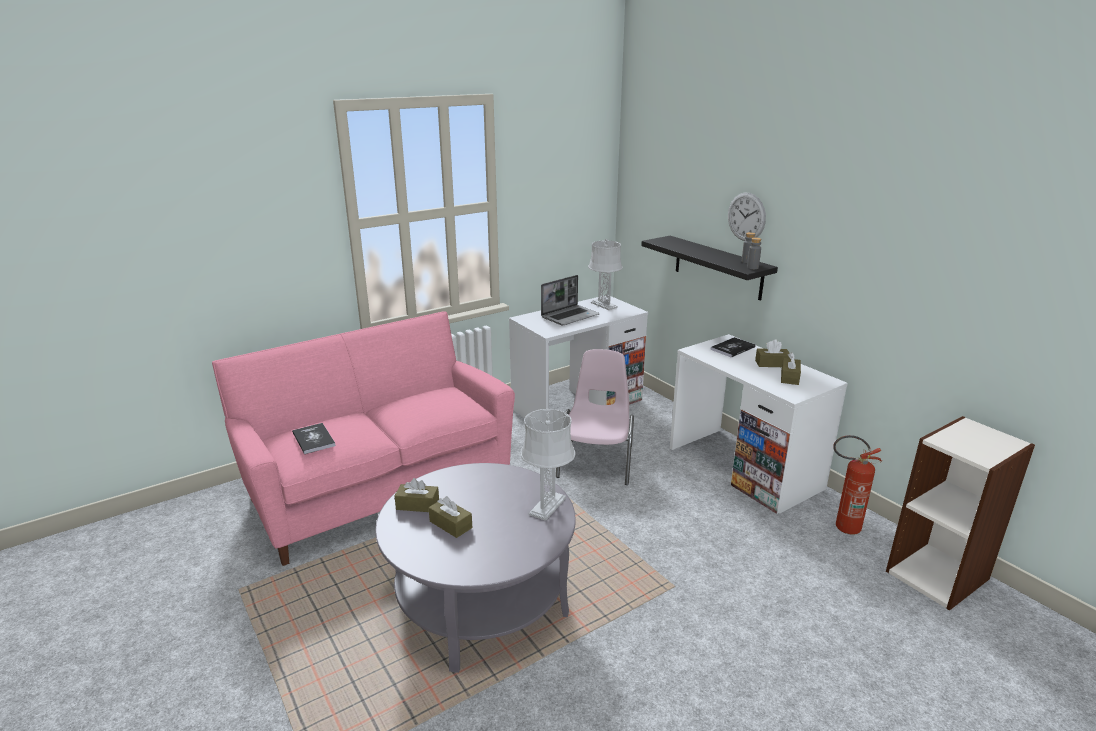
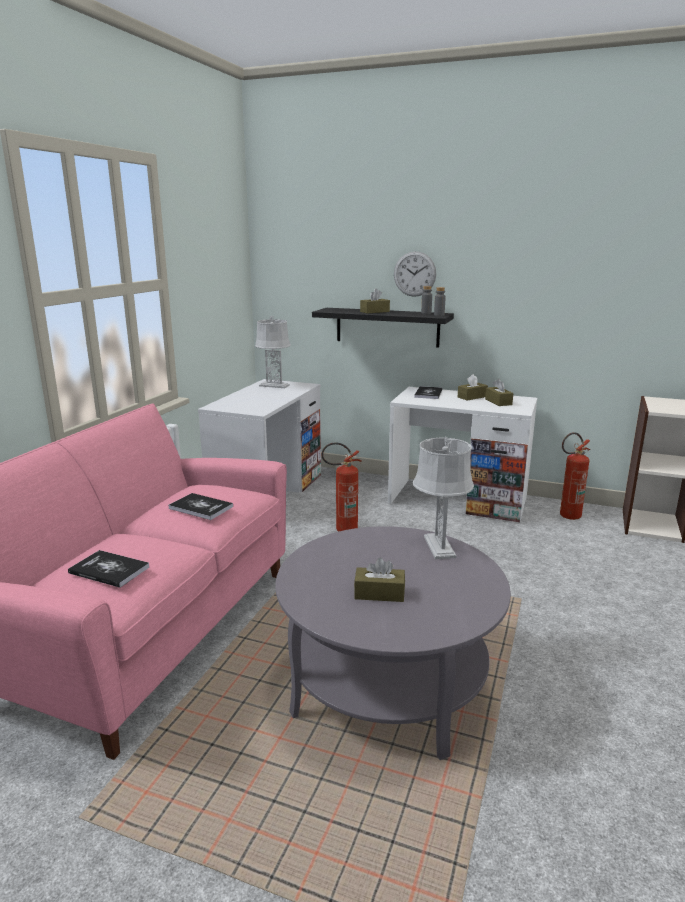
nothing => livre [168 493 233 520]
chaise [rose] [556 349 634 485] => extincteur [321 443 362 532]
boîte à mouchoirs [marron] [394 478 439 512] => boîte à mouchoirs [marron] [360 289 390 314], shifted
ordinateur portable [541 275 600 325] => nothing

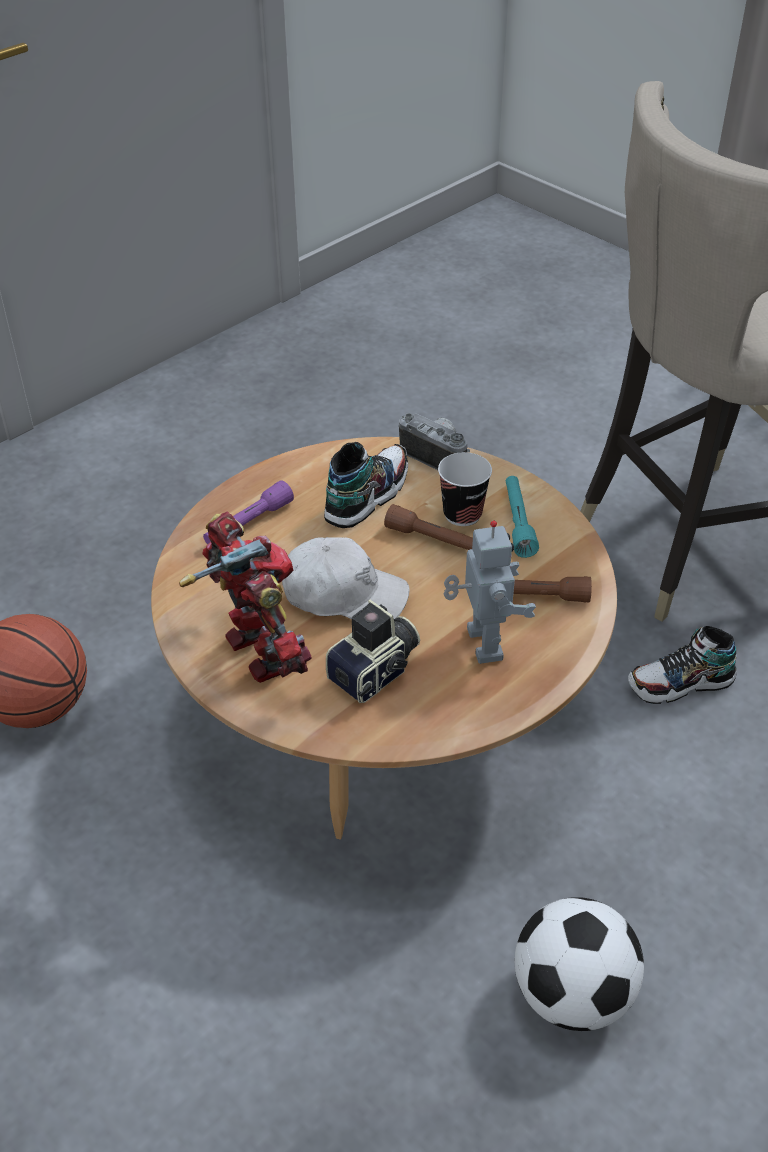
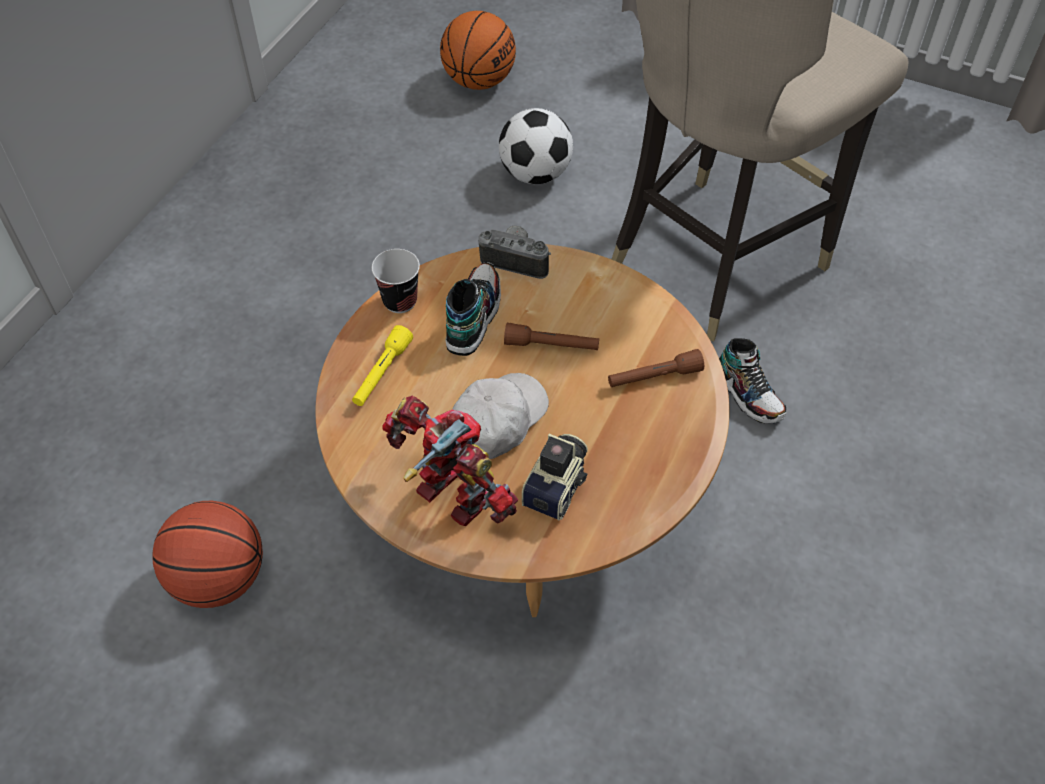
lampe de poche [violet] [203 480 294 544] => lampe de poche [jaune] [352 325 413 406]
tasse [438 452 492 526] => tasse [372 249 420 313], shifted
nothing => ballon de basket [440 11 516 90]
casquette [blanc] [282 537 410 619] => casquette [blanc] [452 373 549 459], 45 degrees counterclockwise
ballon de foot [515 897 644 1031] => ballon de foot [499 108 573 184], shifted
chaussure [628 626 737 704] => chaussure [719 338 787 424], 90 degrees counterclockwise
robot jouet [444 520 536 664] => nothing
lampe de poche [turquoise] [506 476 539 558] => nothing

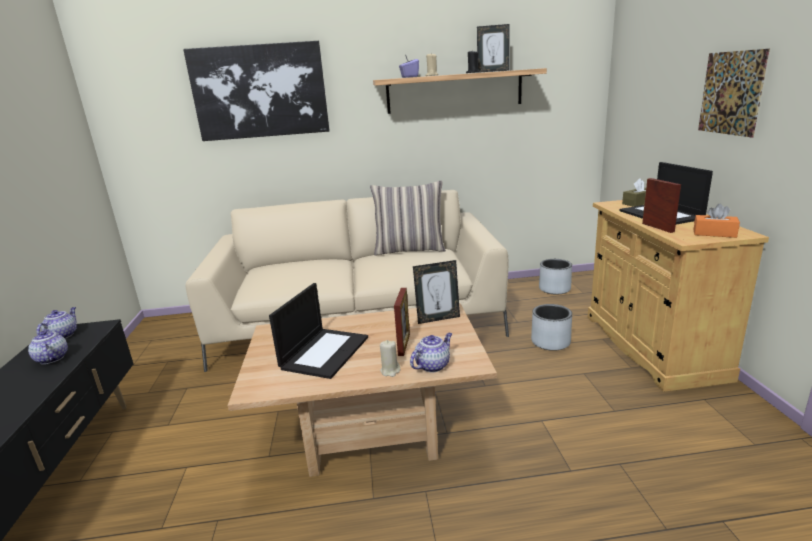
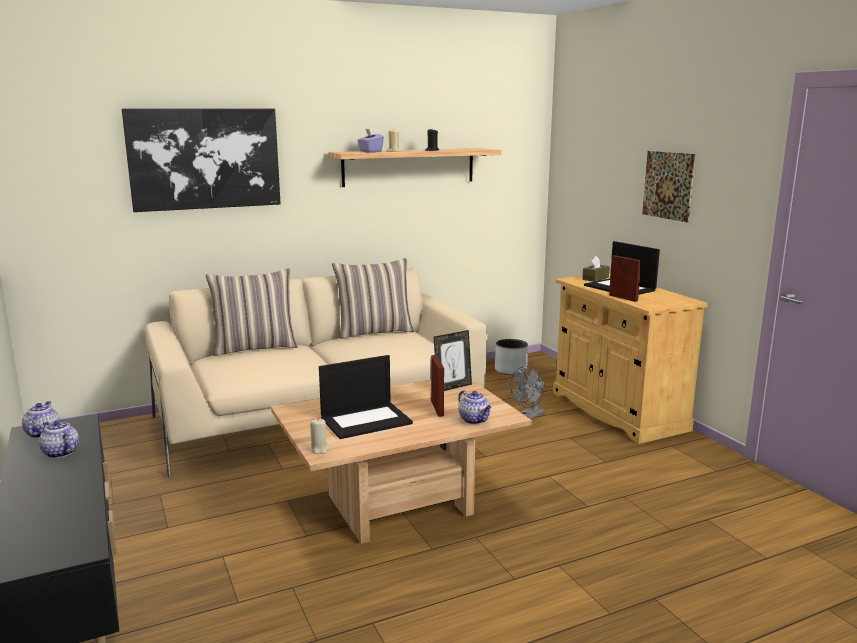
nothing => coussin [206 269 298 356]
bougie [beige] [380 340 400 377] => bougie [beige] [310 419 329 454], shifted
ordinateur portable [269 283 368 379] => ordinateur portable [319 355 413 439], 60 degrees clockwise
théière [410 333 452 373] => théière [459 390 491 424], 120 degrees clockwise
cache-pot [gris] [531 304 572 351] => ventilateur [gris] [510 366 545 419]
cadre photo [477 24 509 73] => nothing
boîte à mouchoirs [orange] [693 204 740 238] => nothing

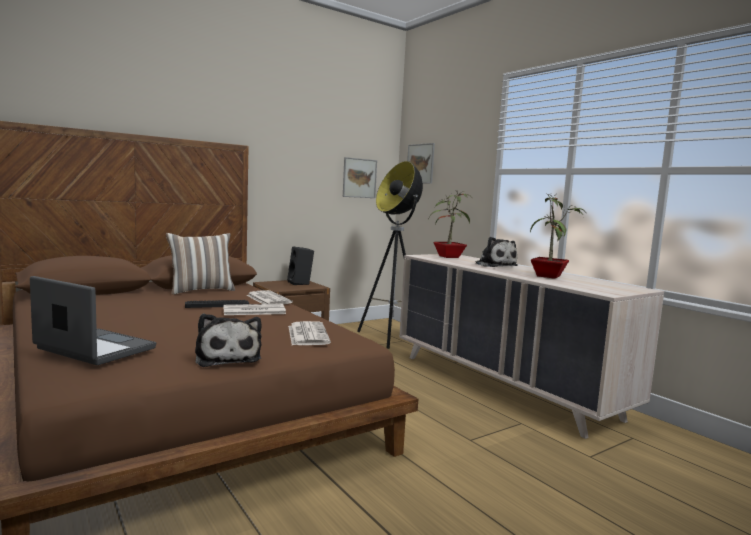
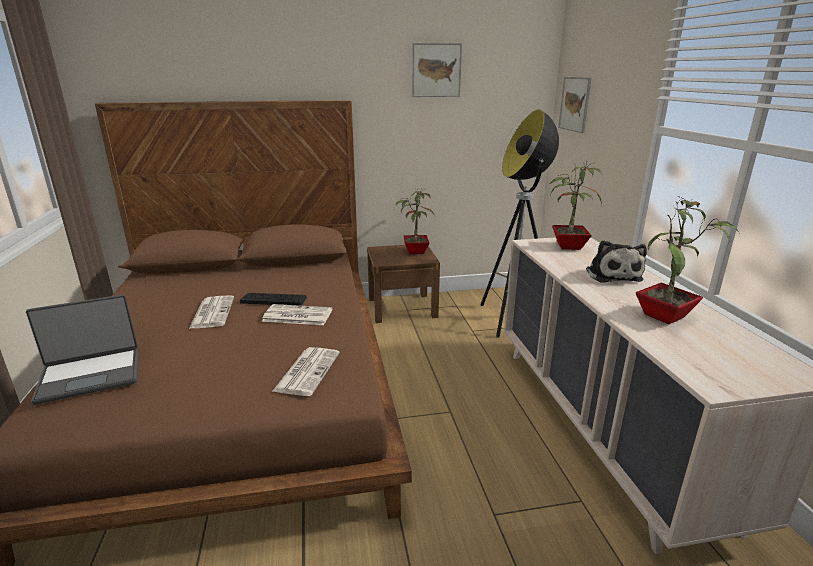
ordinateur portable [30 276 156 365] => ordinateur portable [26 295 139 405], 105 degrees clockwise
journal [246 290 293 304] => journal [189 295 234 329], shifted
enceinte [noir] [287 246 314 285] => plante en pot [395 188 435 254]
tableau [343 157 377 198] => tableau [412 43 462 97], shifted
coussin [166 233 235 295] => nothing
peluche [195 313 262 367] => nothing

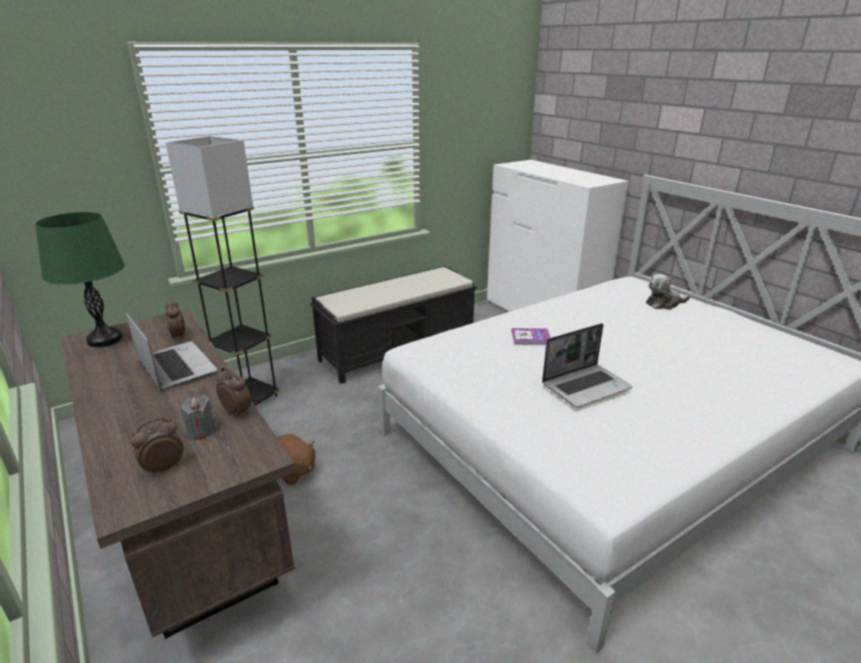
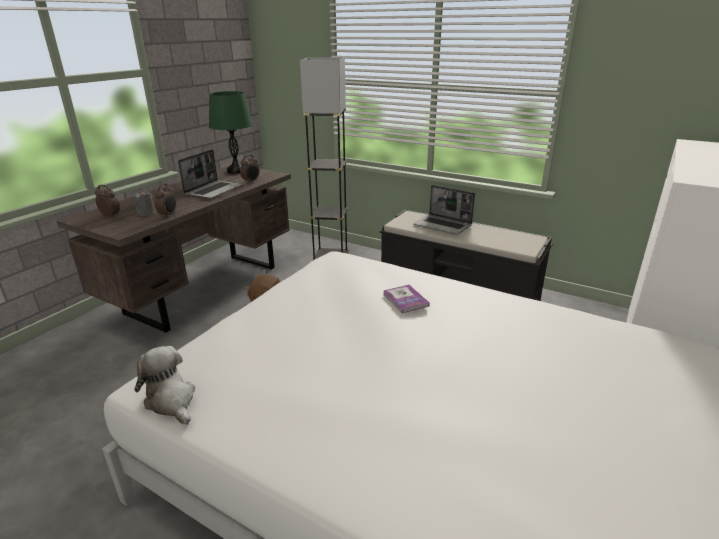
peluche [646 274 690 310] => peluche [134 346 195 424], shifted
ordinateur portable [542 323 633 407] => ordinateur portable [414 185 475 235], shifted

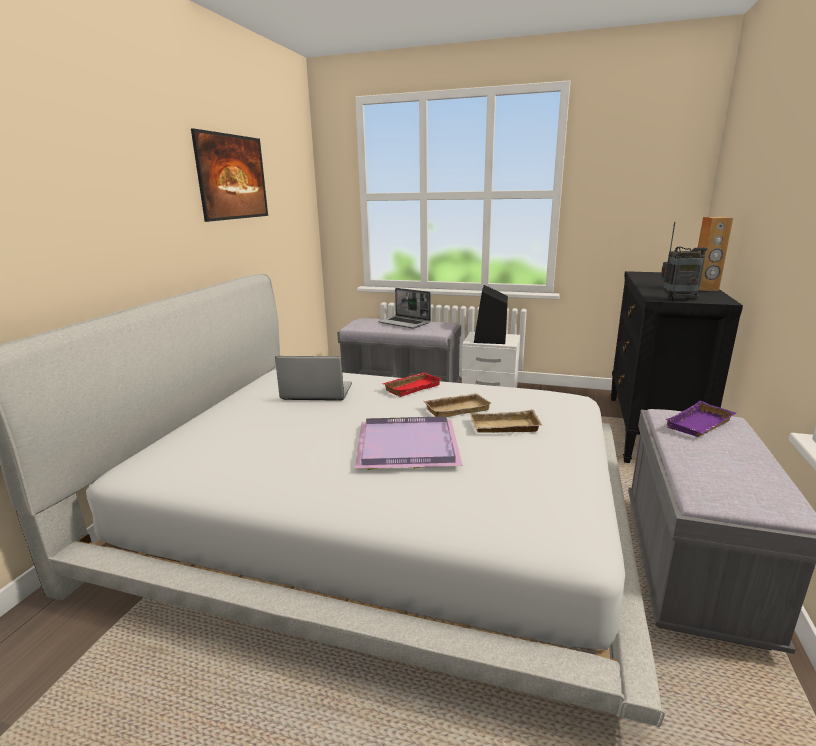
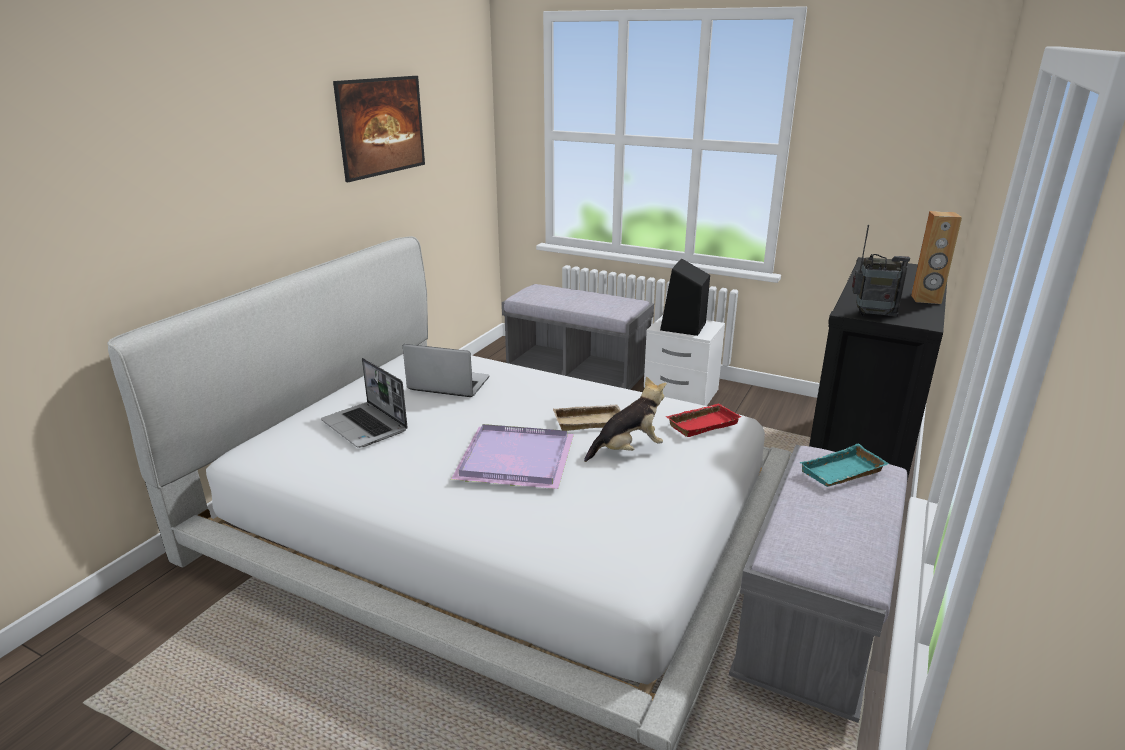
ordinateur portable [378 288 431 329] => ordinateur portable [321 358 408 448], shifted
plateau [beige] [470 410 542 433] => peluche [584 376 667 462]
plateau [rouge] [382 372 442 397] => plateau [rouge] [665 404 741 437], shifted
plateau [violet] [665 401 736 437] => plateau [turquoise] [799 444 889 487]

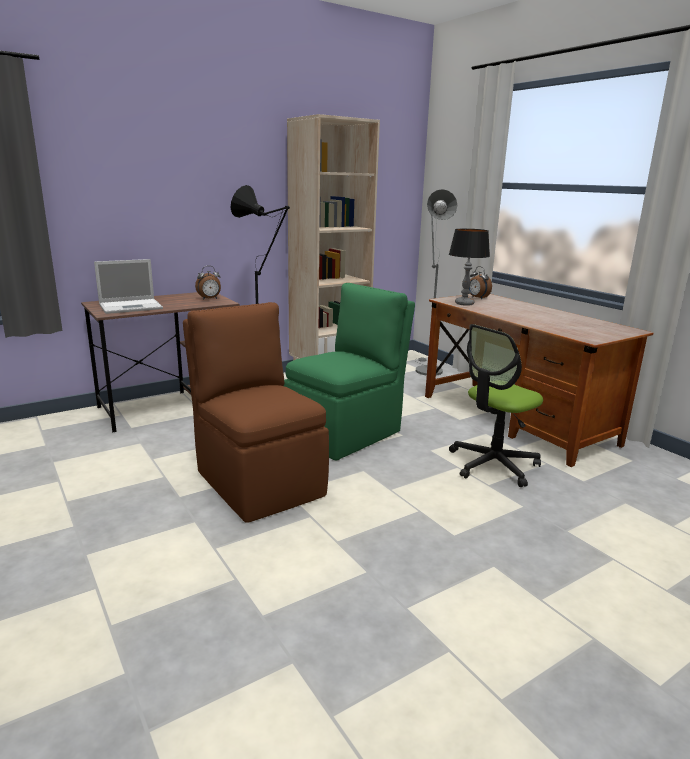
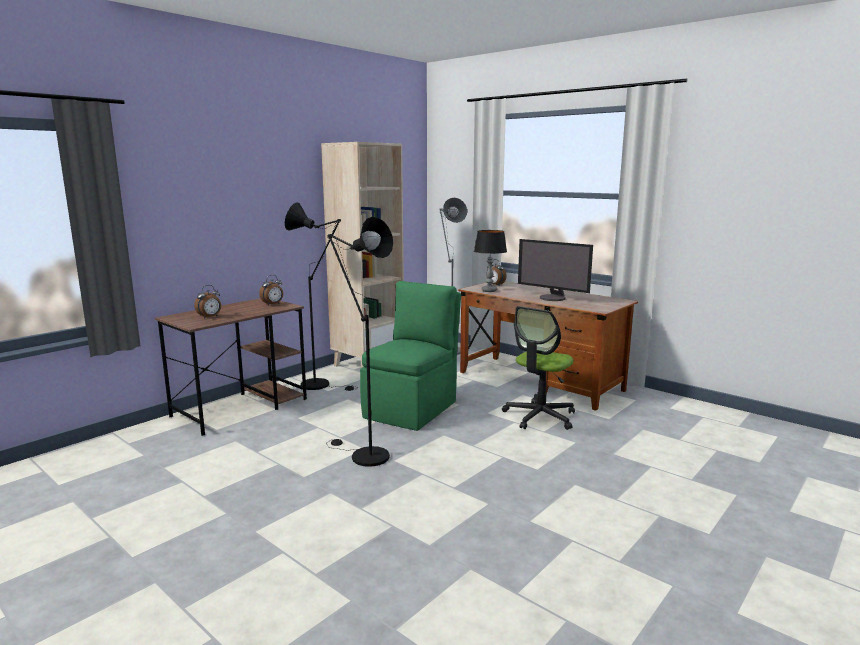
ordinateur portable [94 259 163 314] => réveil [194 285 221 319]
chaise [marron] [183 302 329 523] => lampadaire [noir] [327 217 393 467]
nothing => écran d'ordinateur [518 239 593 301]

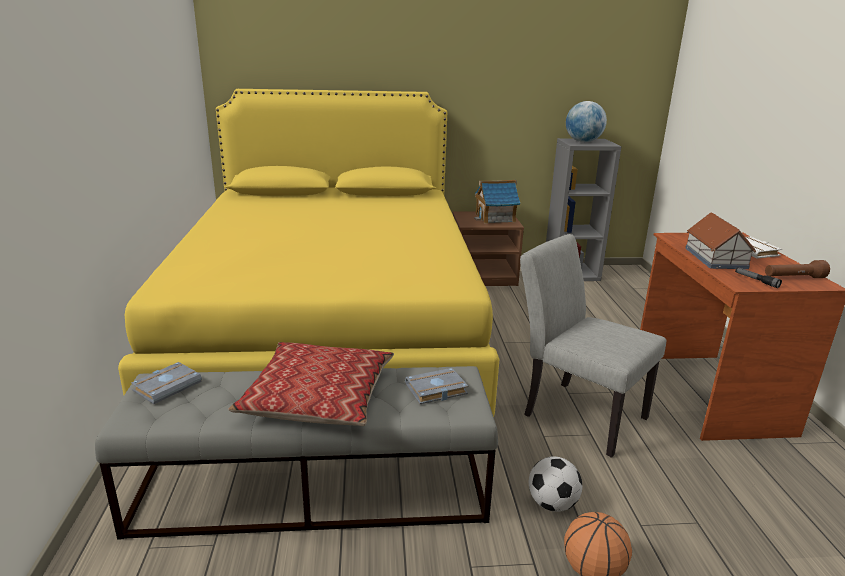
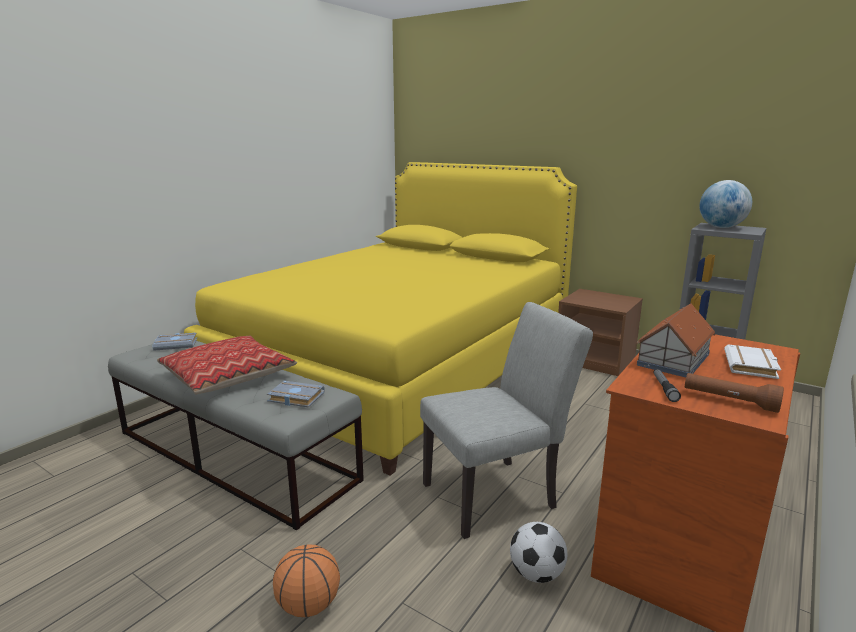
chaise [gris] [520 234 666 458] => chaise [gris] [420 302 593 539], 75 degrees clockwise
ballon de foot [529 456 582 512] => ballon de foot [510 522 567 583], shifted
maison miniature [474 180 520 224] => nothing

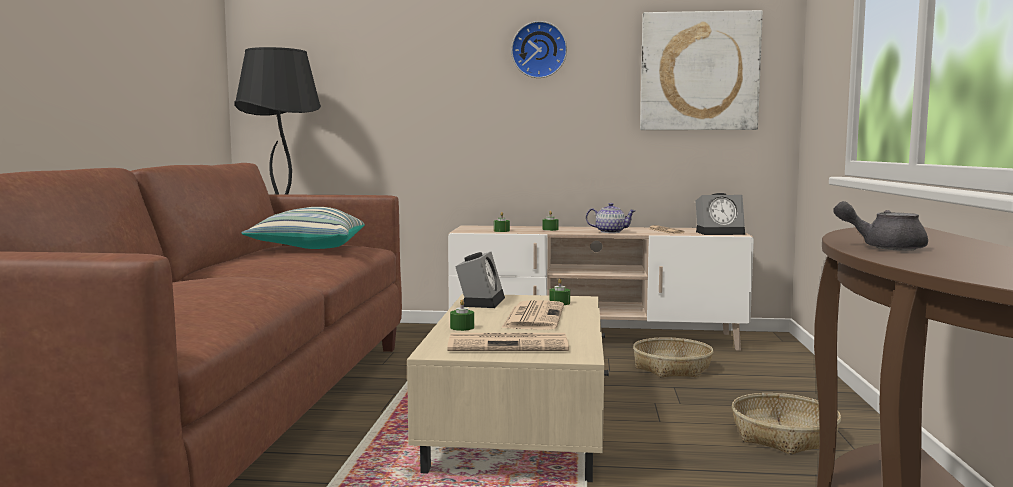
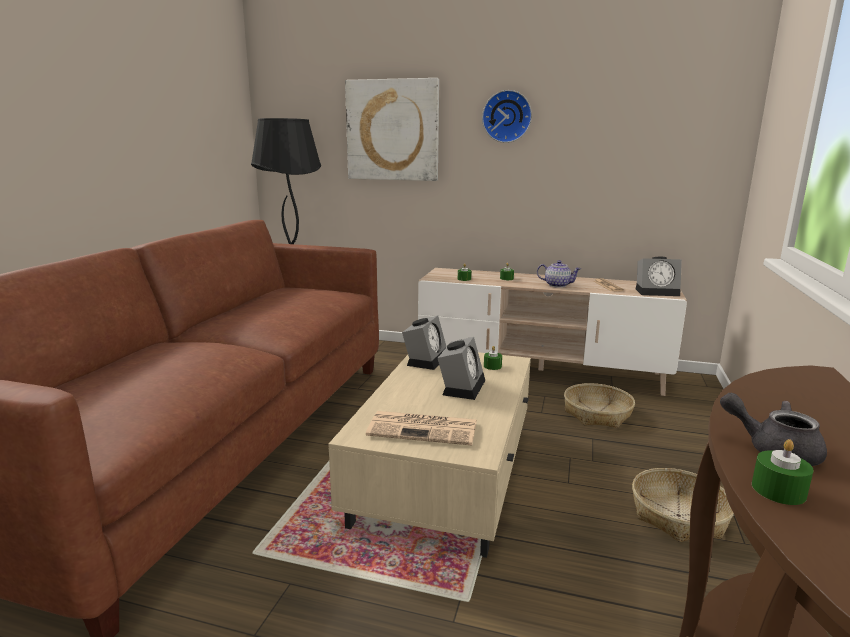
tableau [640 10 763 130] => tableau [345 78 439 181], shifted
journal [501 300 564 330] => réveil [438 337 485 400]
bougie [vert] [450 299 474 331] => bougie [vert] [752 439 814 505], shifted
coussin [241 207 365 249] => nothing

